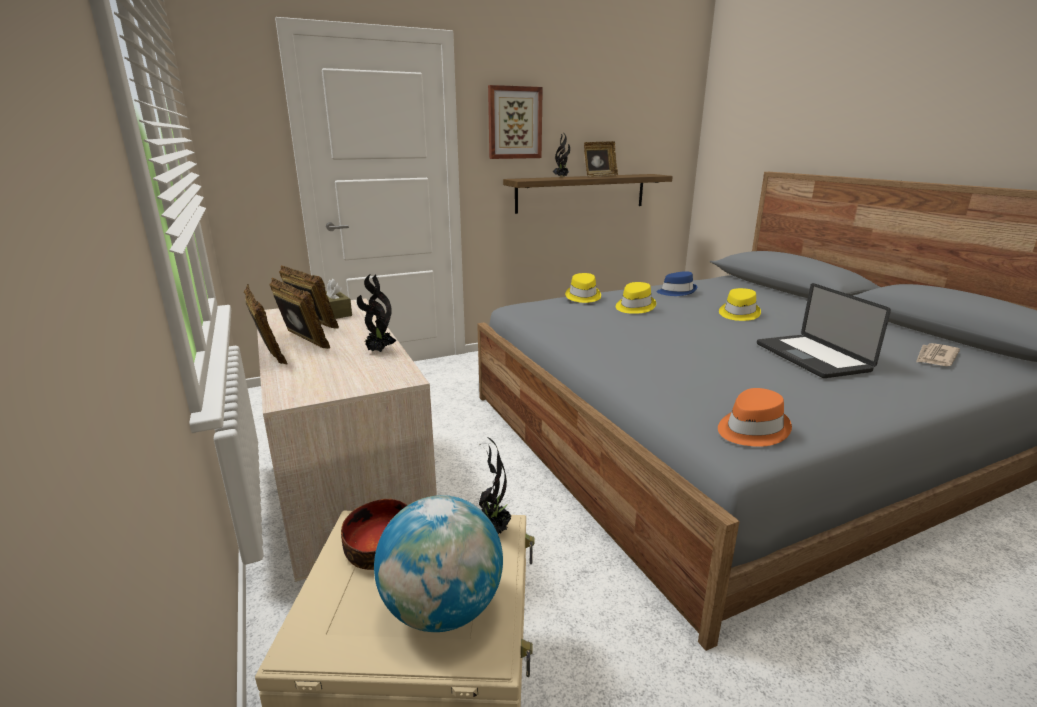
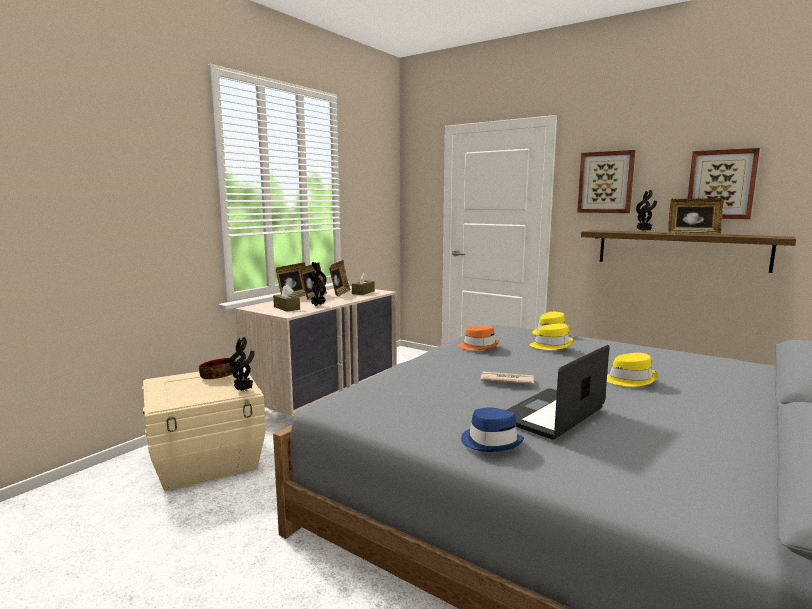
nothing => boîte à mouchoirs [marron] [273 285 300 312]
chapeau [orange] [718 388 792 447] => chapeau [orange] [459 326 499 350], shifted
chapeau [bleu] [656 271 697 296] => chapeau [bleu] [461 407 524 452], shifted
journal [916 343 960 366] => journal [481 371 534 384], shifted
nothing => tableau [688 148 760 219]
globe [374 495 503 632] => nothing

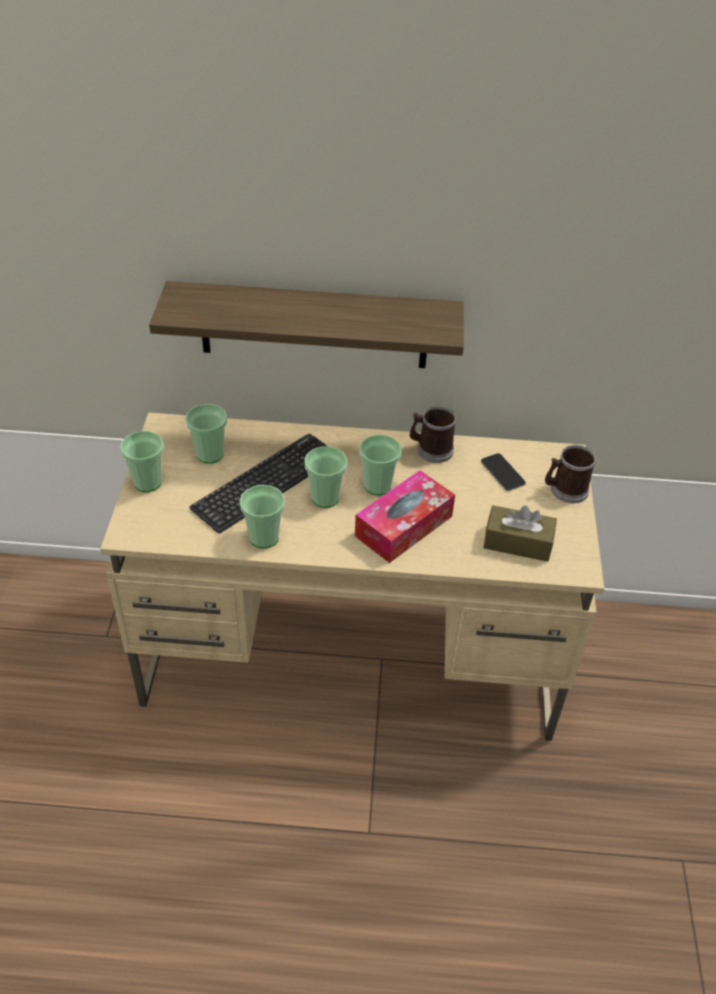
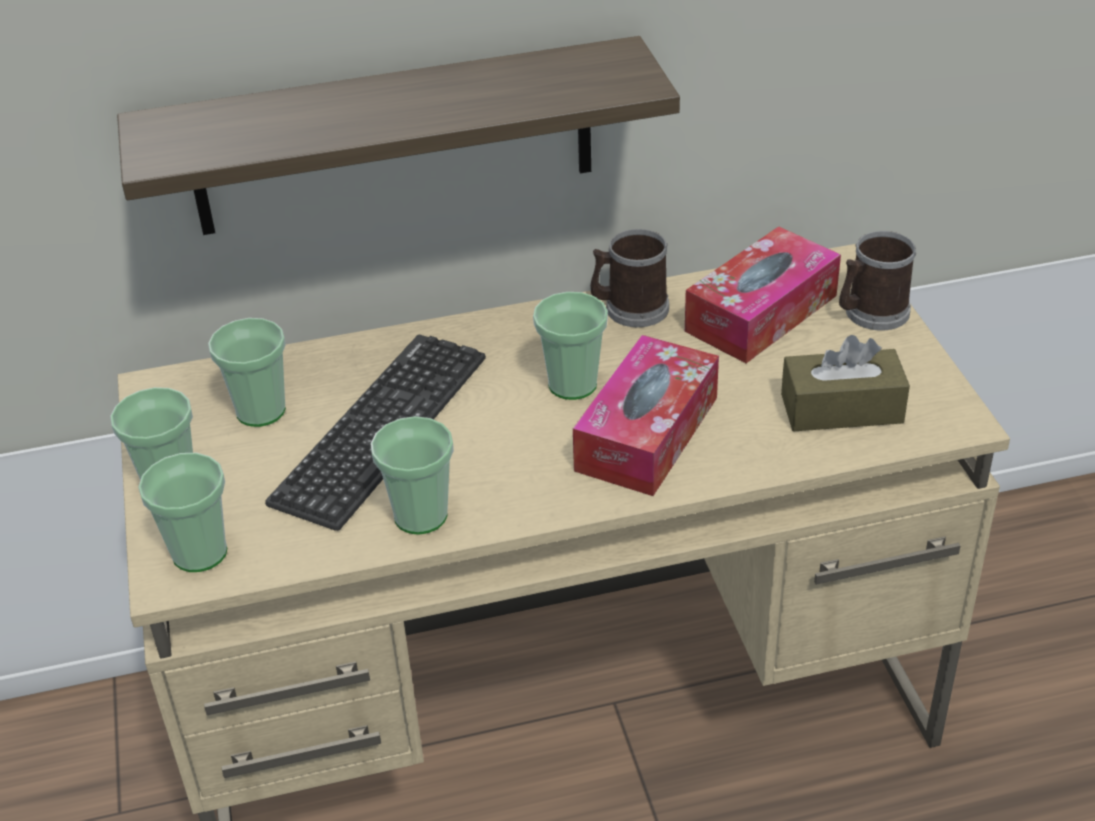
tasse [305 446 347 508] => tasse [138 453 227 572], shifted
téléphone [481 453 526 491] => boîte à mouchoirs [685 226 841 363]

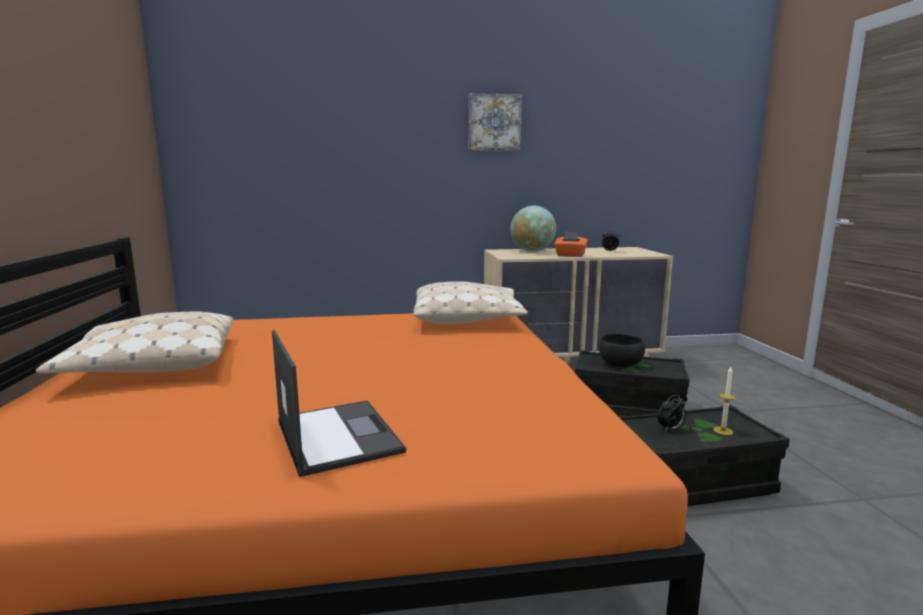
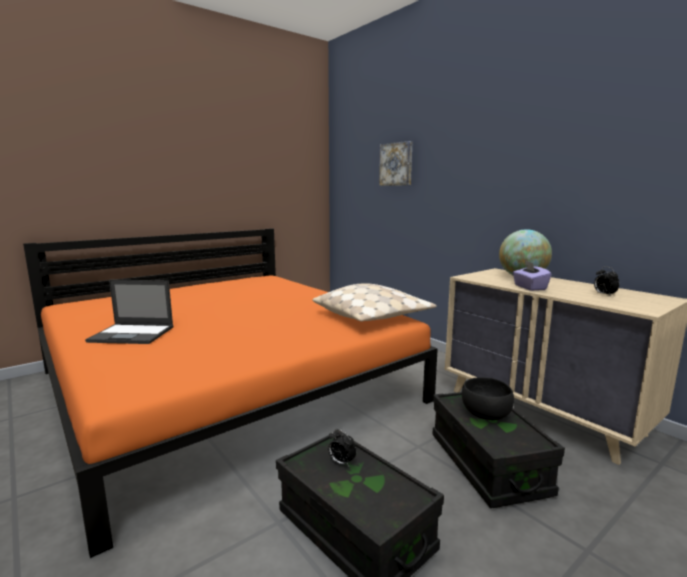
ordinateur portable [272 330 406 477] => ordinateur portable [85 280 174 344], 60 degrees clockwise
tableau [469 93 522 150] => tableau [379 141 413 186], shifted
boîte à mouchoirs [orange] [554 232 588 257] => boîte à mouchoirs [violet] [512 261 552 291]
coussin [beige] [36 311 233 373] => nothing
bougie [713 367 736 435] => nothing

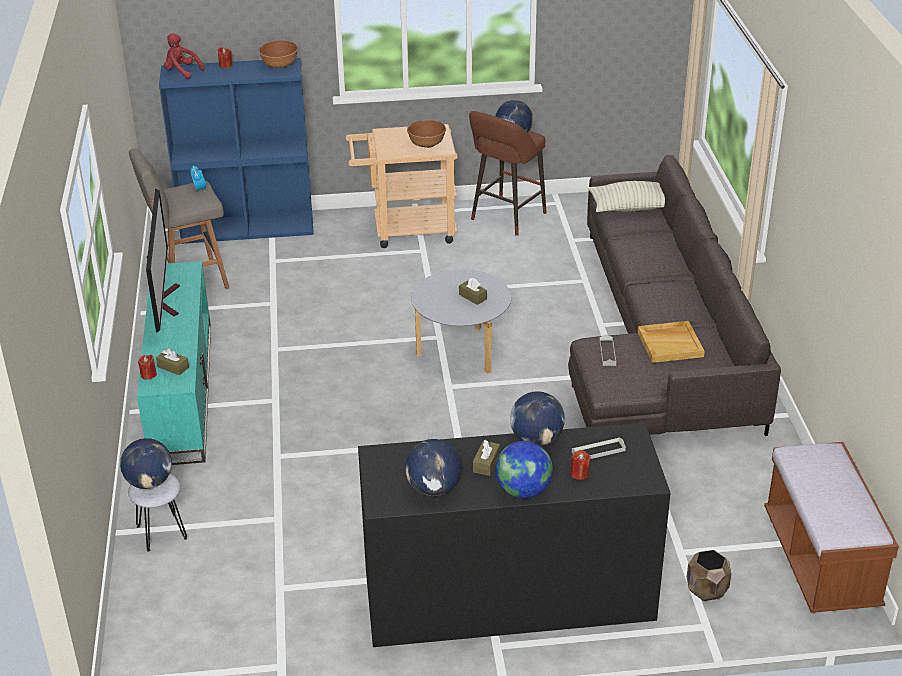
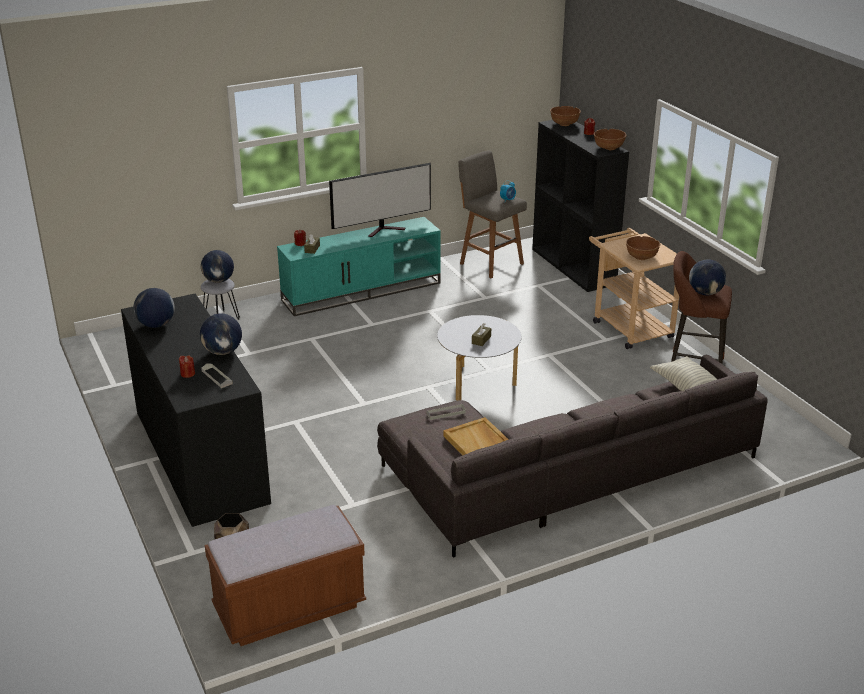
bibliothèque [bleu] [159 58 314 244] => bibliothèque [noir] [532 120 629 292]
peluche [rouge] [164 33 204 79] => bol [marron] [550 106 581 126]
boîte à mouchoirs [marron] [473 440 500 476] => nothing
globe [495 441 553 498] => nothing

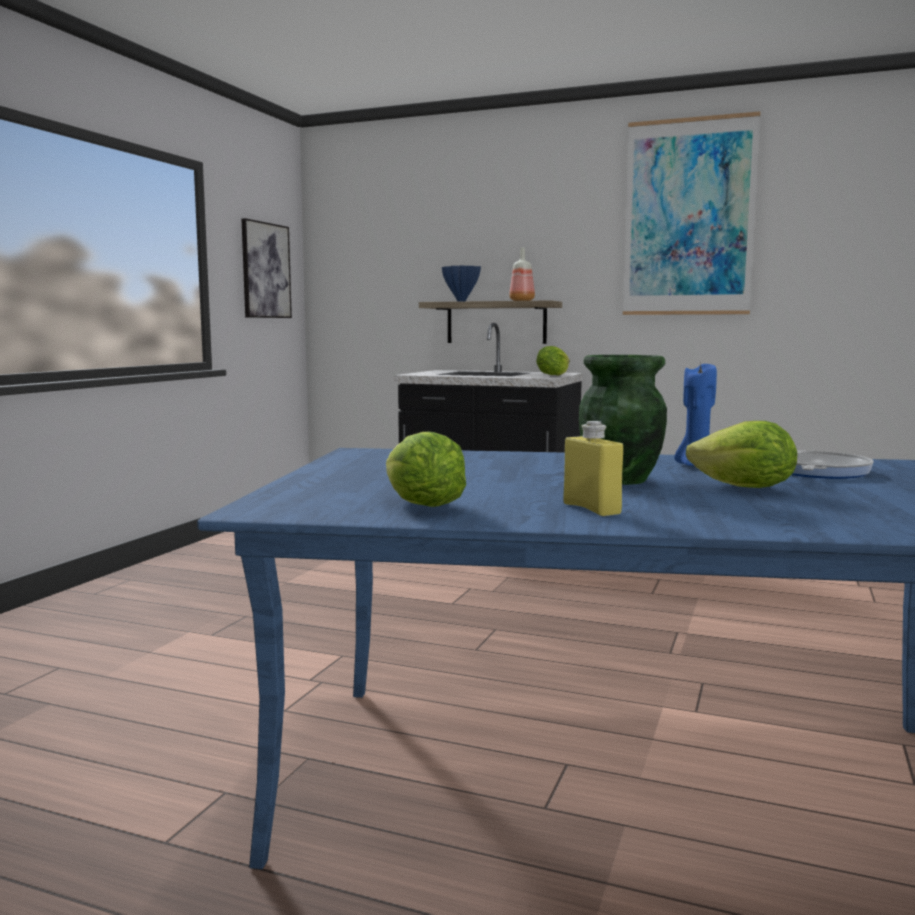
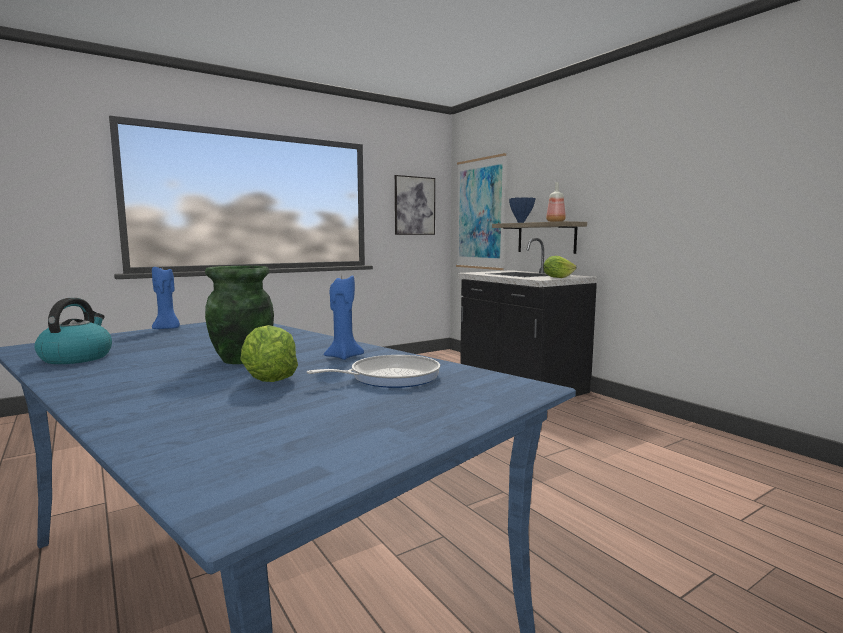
laitue [386 432 466 507] => bouilloire [34 298 112 364]
nothing => bougie [bleu] [152 266 180 329]
tableau [623 111 760 315] => tableau [456 153 506 270], shifted
bouteille [jaune] [563 421 623 516] => nothing

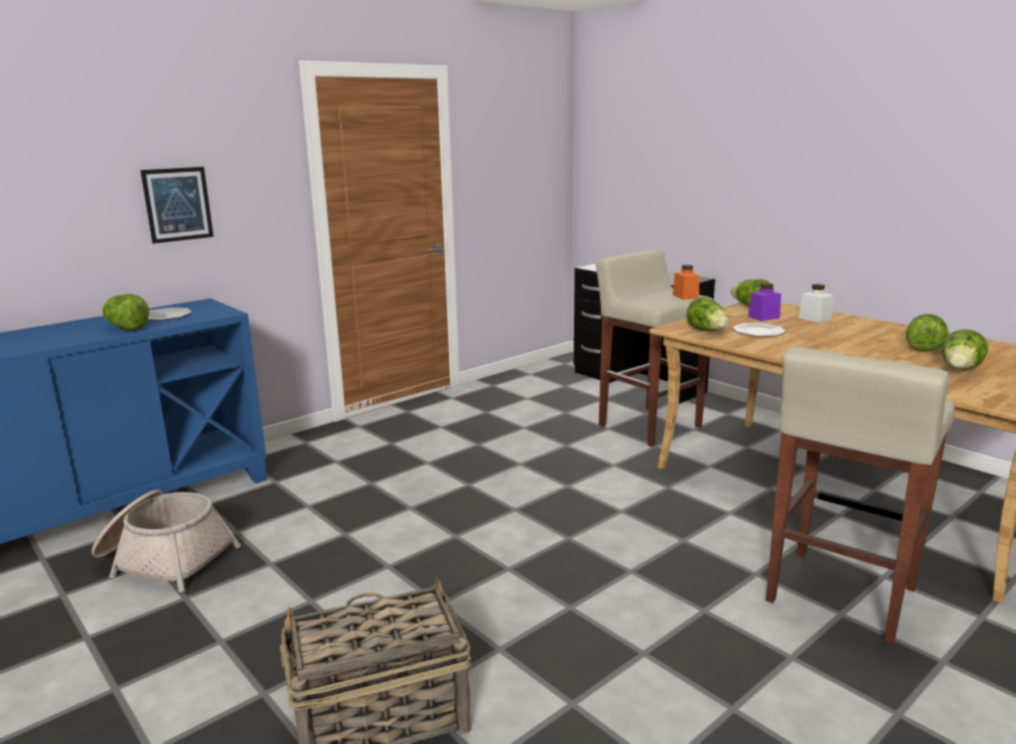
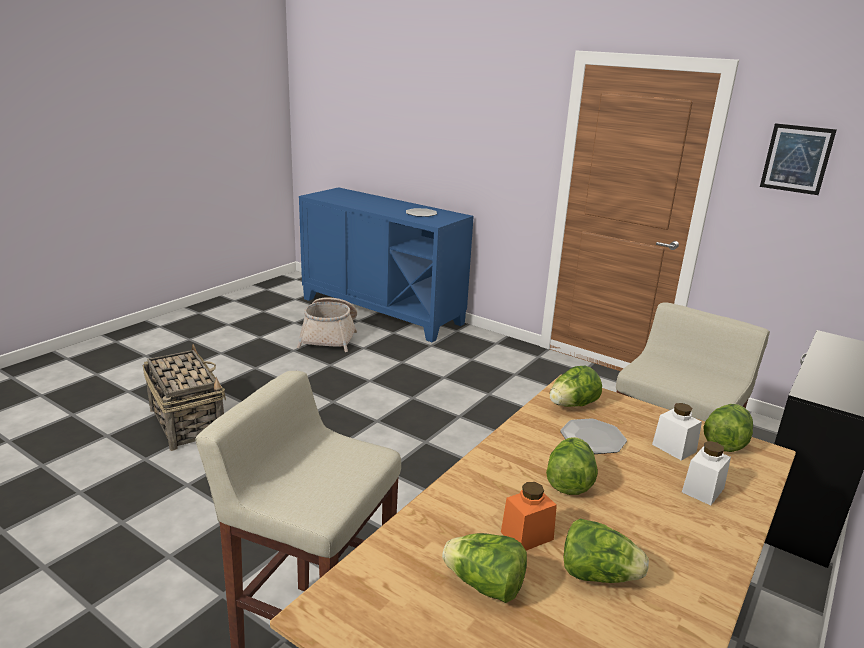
bocal [orange] [673 265 699 300] => bocal [orange] [501 482 557 550], shifted
laitue [102 294 149 331] => laitue [546 437 598 495], shifted
bocal [violet] [748 283 781 321] => bocal [blanc] [652 403 702 461]
tableau [140 167 214 244] => tableau [760 123 837 195], shifted

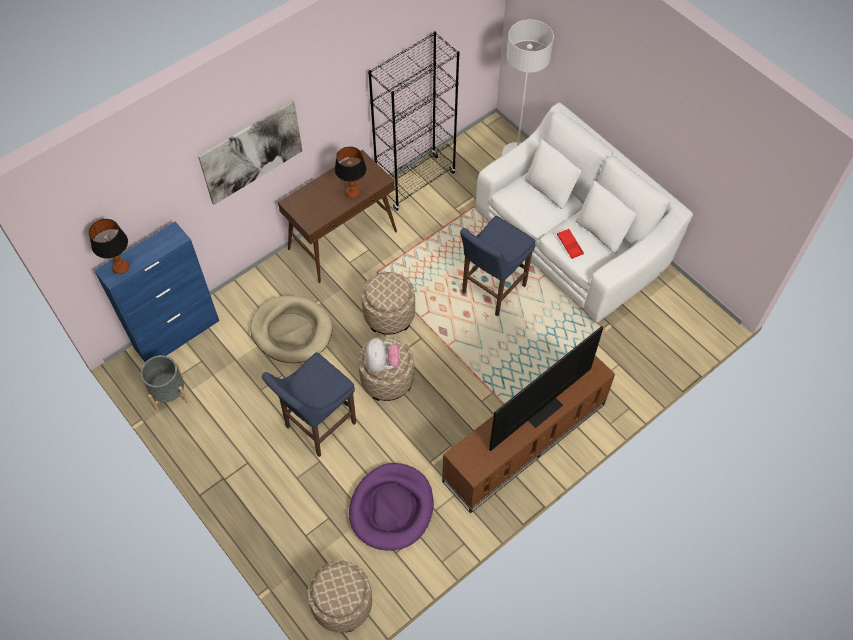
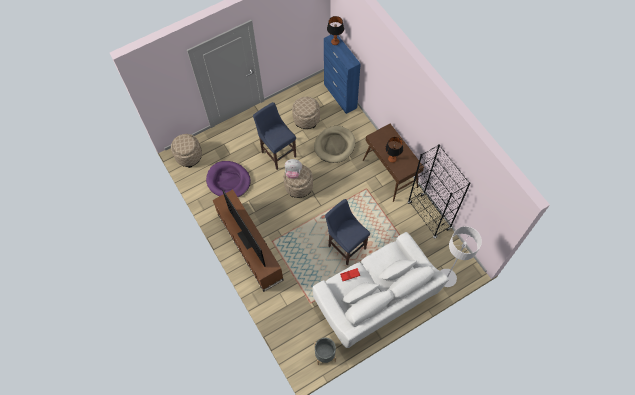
pouf [beige] [361 272 415 335] => pouf [beige] [292 97 320 129], shifted
cache-pot [gris] [141 355 188 411] => cache-pot [gris] [314 338 336 365], shifted
tableau [198 101 302 205] => nothing

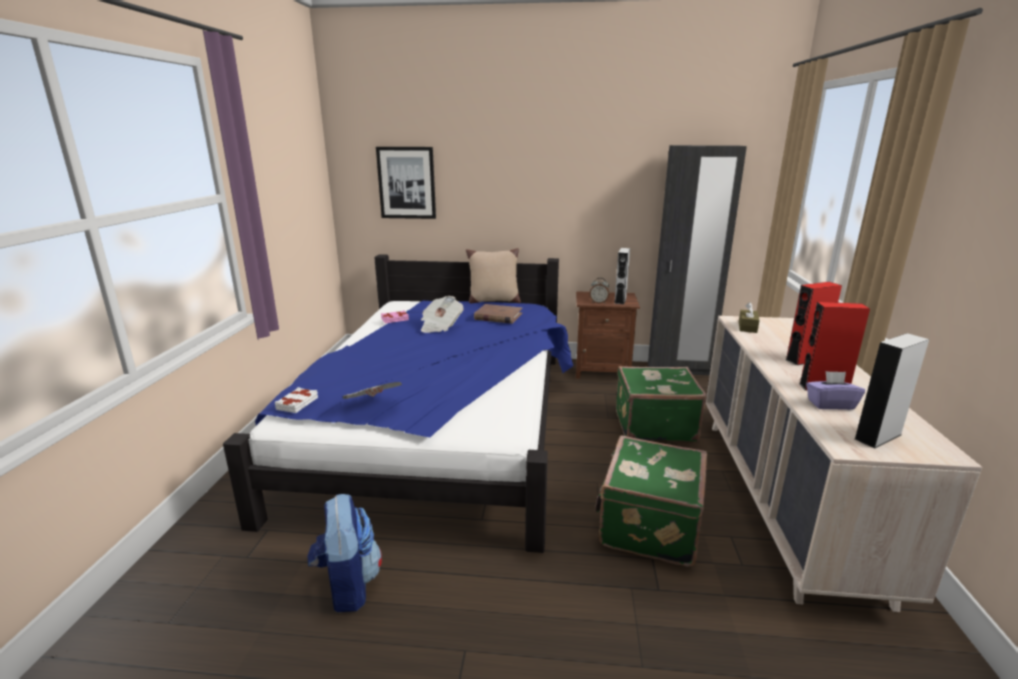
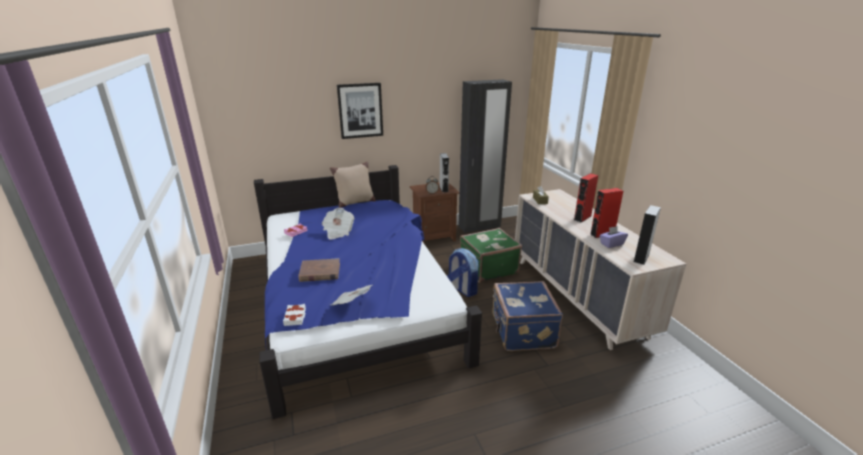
livre [marron] [474 304 522 324] => livre [marron] [298 258 340 282], shifted
tableau [376 147 436 219] => tableau [337 83 383 139], shifted
sac à dos [307 494 382 612] => sac à dos [447 248 479 297], shifted
valise [vert] [595 436 707 567] => valise [bleu] [492 281 563 351]

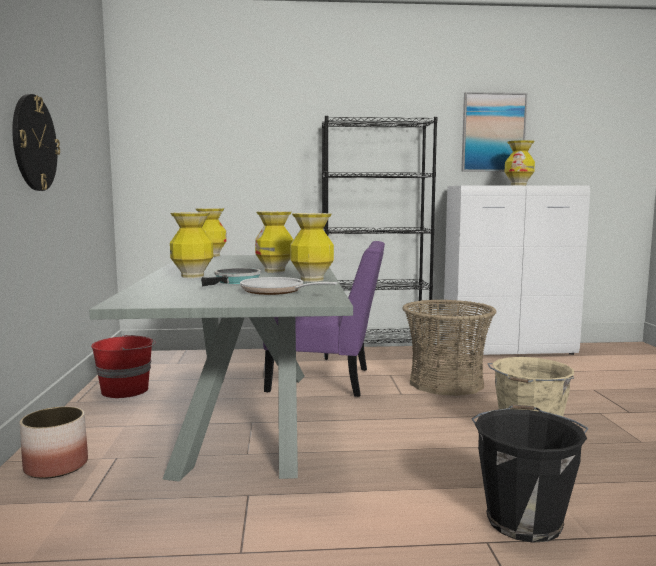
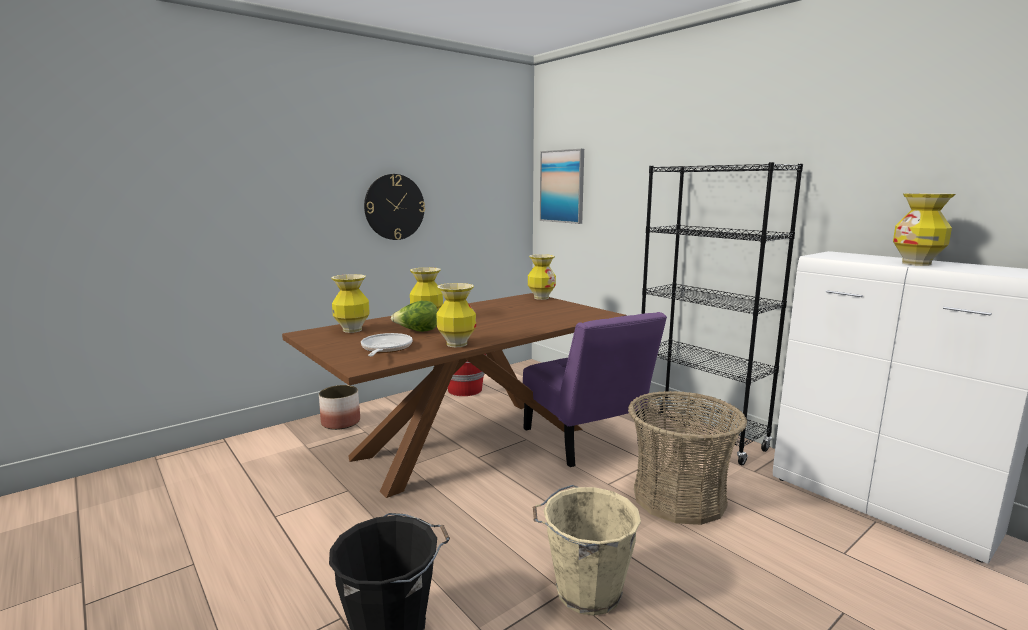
table à manger [gris] [89 255 353 482] => table à manger [marron] [282 293 627 498]
vase [255 211 294 273] => vase [332 274 370 333], shifted
poêle [201 268 261 286] => laitue [391 301 438 332]
tableau [461 92 527 172] => tableau [540 149 584 224], shifted

